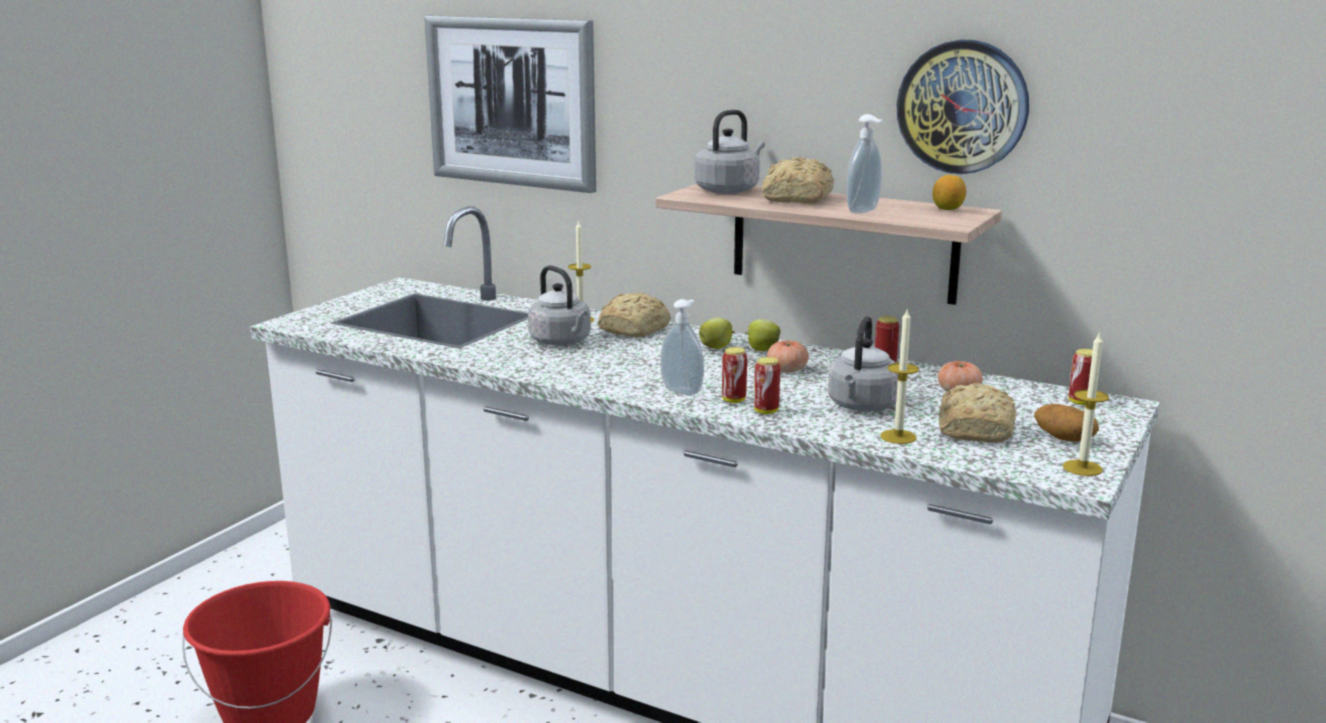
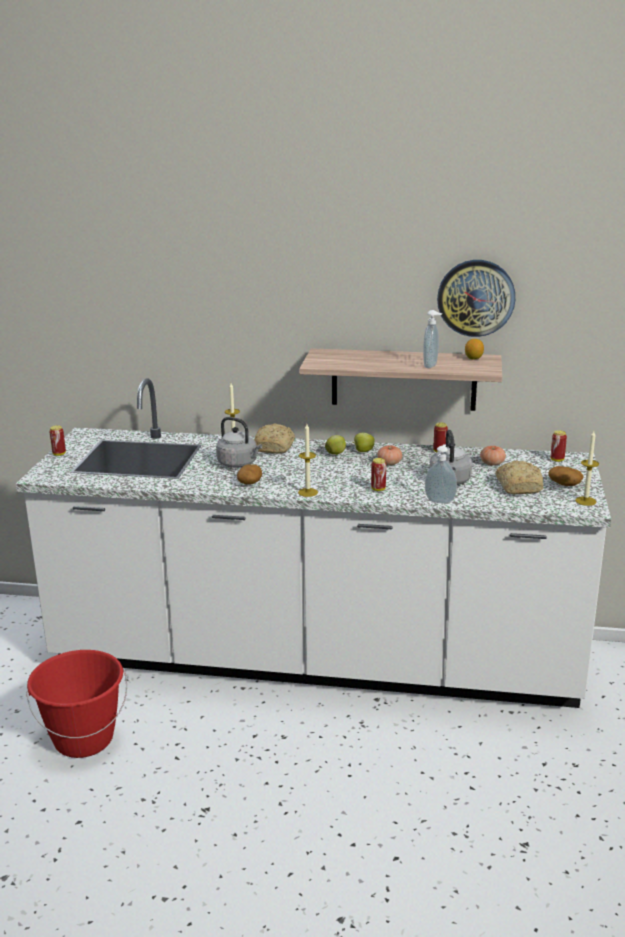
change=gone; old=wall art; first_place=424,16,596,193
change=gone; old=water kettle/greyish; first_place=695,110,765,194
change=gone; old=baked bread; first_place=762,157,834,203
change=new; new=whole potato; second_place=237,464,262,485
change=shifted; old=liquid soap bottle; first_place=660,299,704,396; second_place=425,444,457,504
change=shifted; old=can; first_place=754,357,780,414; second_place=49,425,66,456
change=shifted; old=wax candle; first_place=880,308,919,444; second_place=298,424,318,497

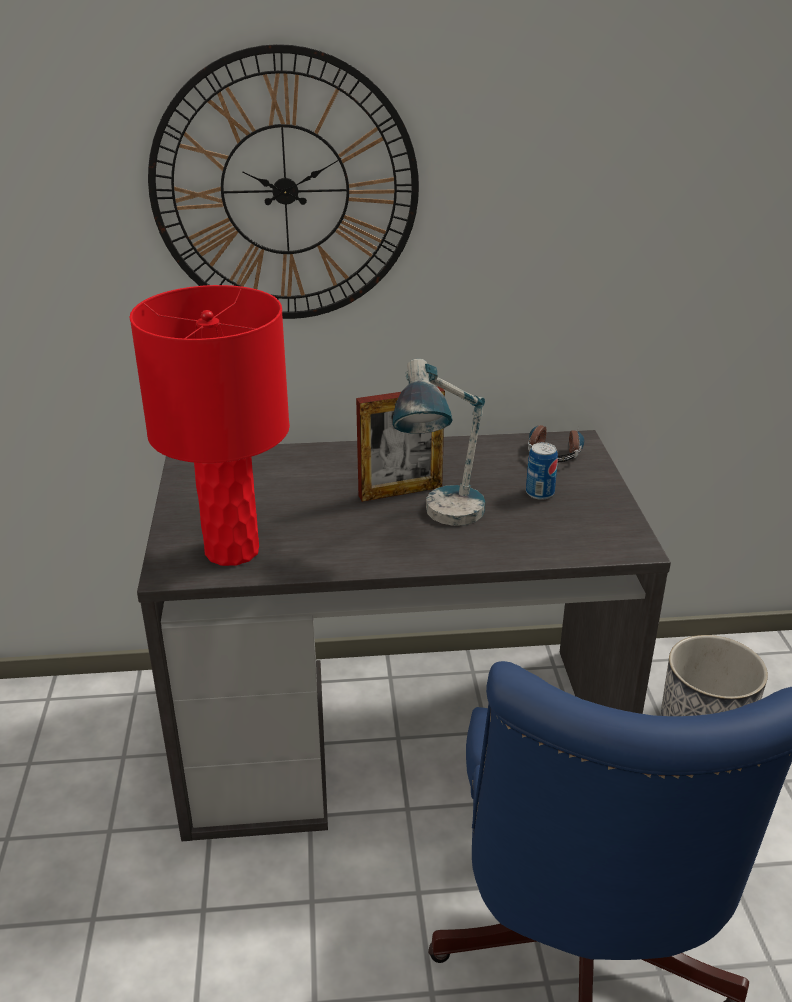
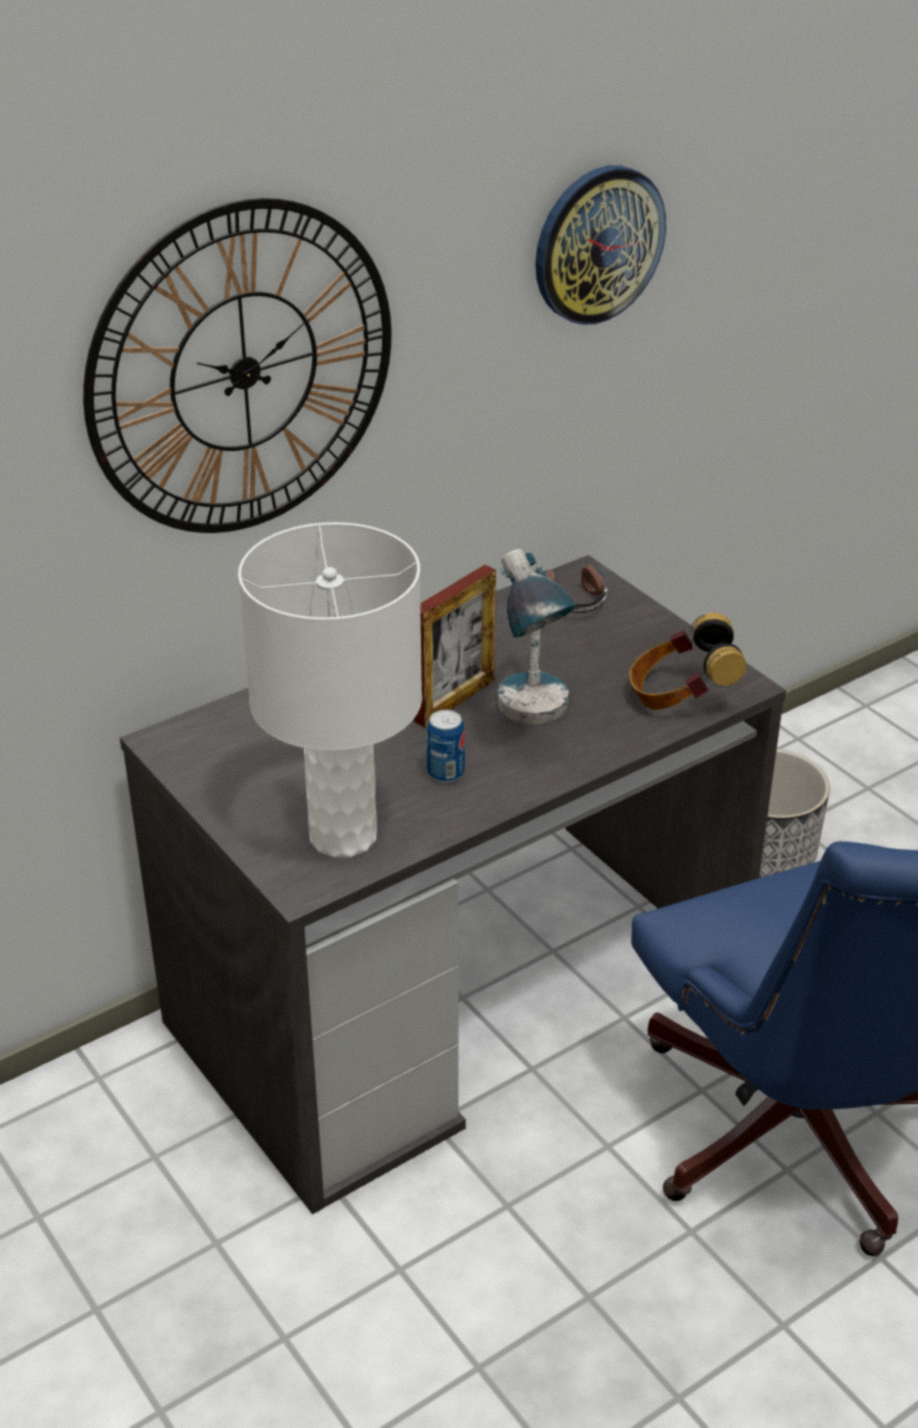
change=new; new=clock on the wall; second_place=535,165,666,325
change=new; new=headset; second_place=629,613,746,710
change=shifted; old=can; first_place=526,442,558,500; second_place=427,710,465,783
change=repainted; old=lamp for a table/red; new=lamp for a table/white; first_place=130,285,290,566; second_place=238,522,422,858

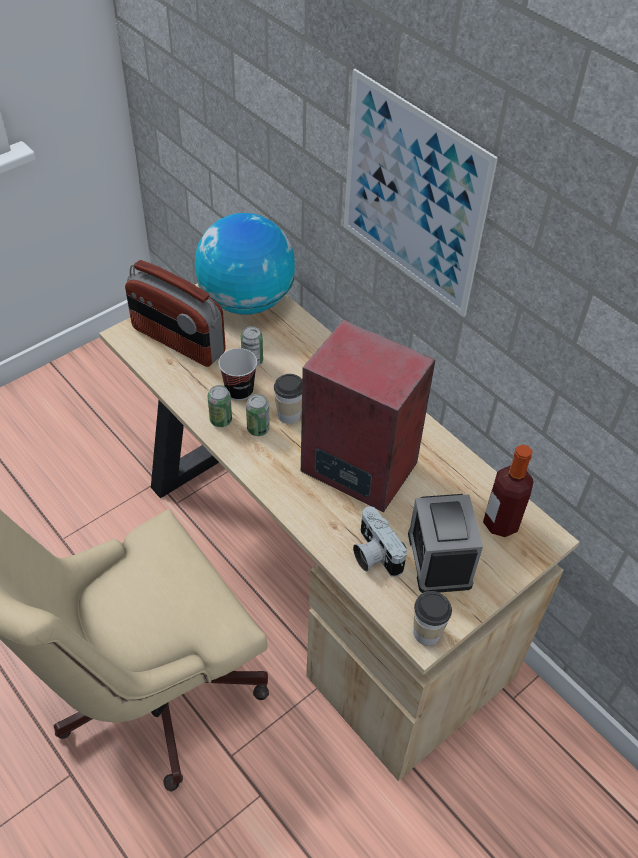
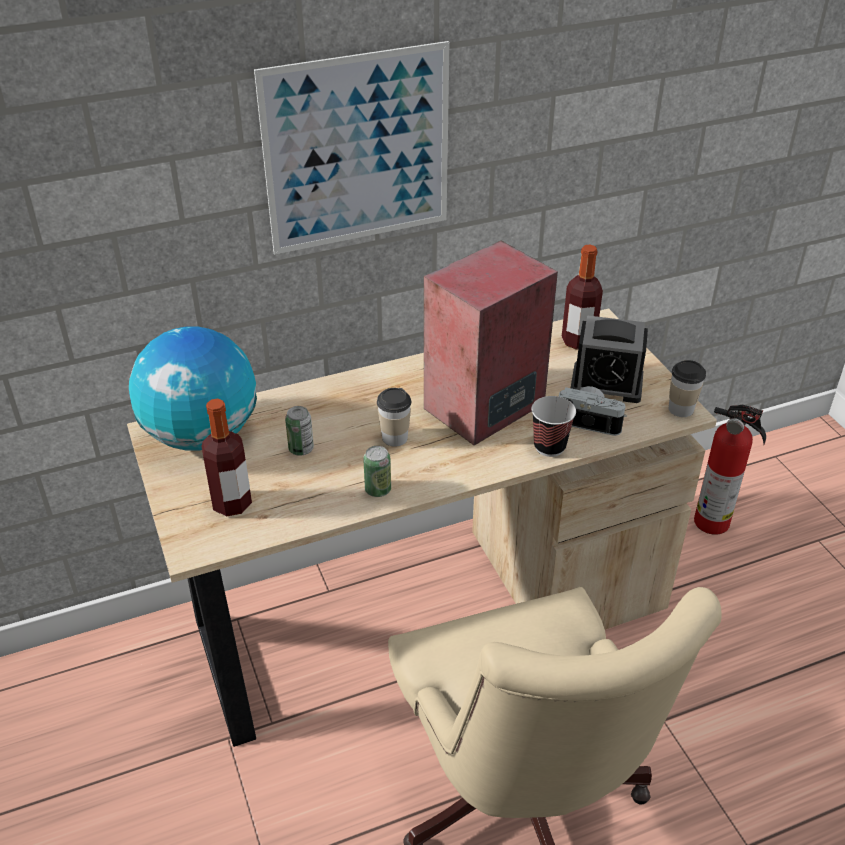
change=gone; old=can; first_place=246,394,270,436
change=new; new=extinguisher; second_place=694,405,766,535
change=shifted; old=cup; first_place=218,348,257,401; second_place=531,396,576,457
change=swapped; old=radio; new=bottle; first_place=125,260,226,367; second_place=202,399,252,516
change=rotated; old=photo camera; first_place=353,506,407,577; second_place=559,386,627,436; degrees=-150

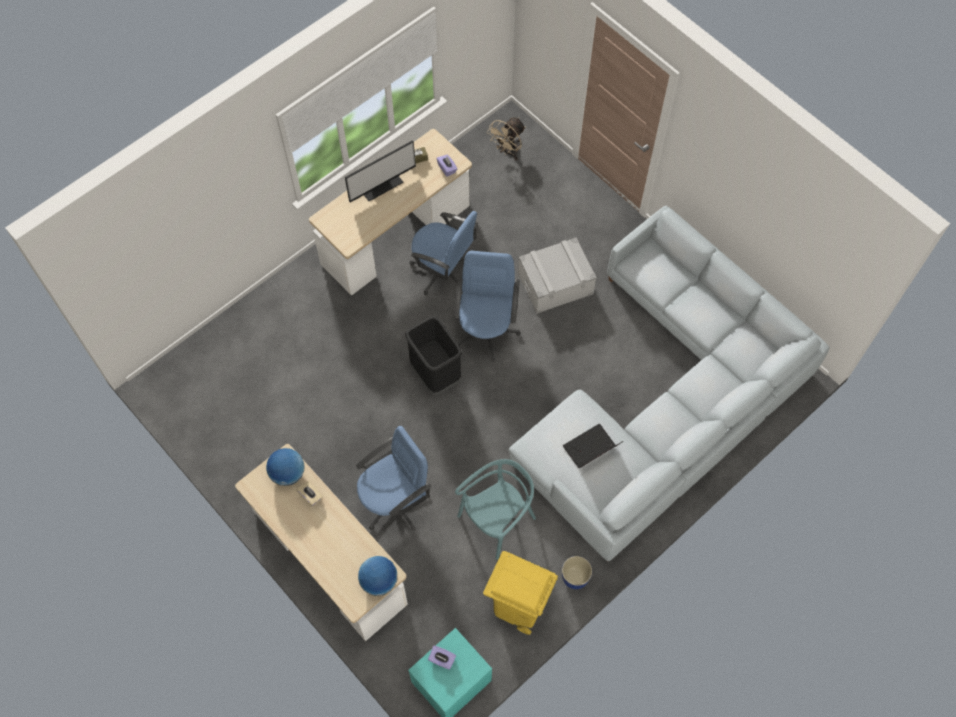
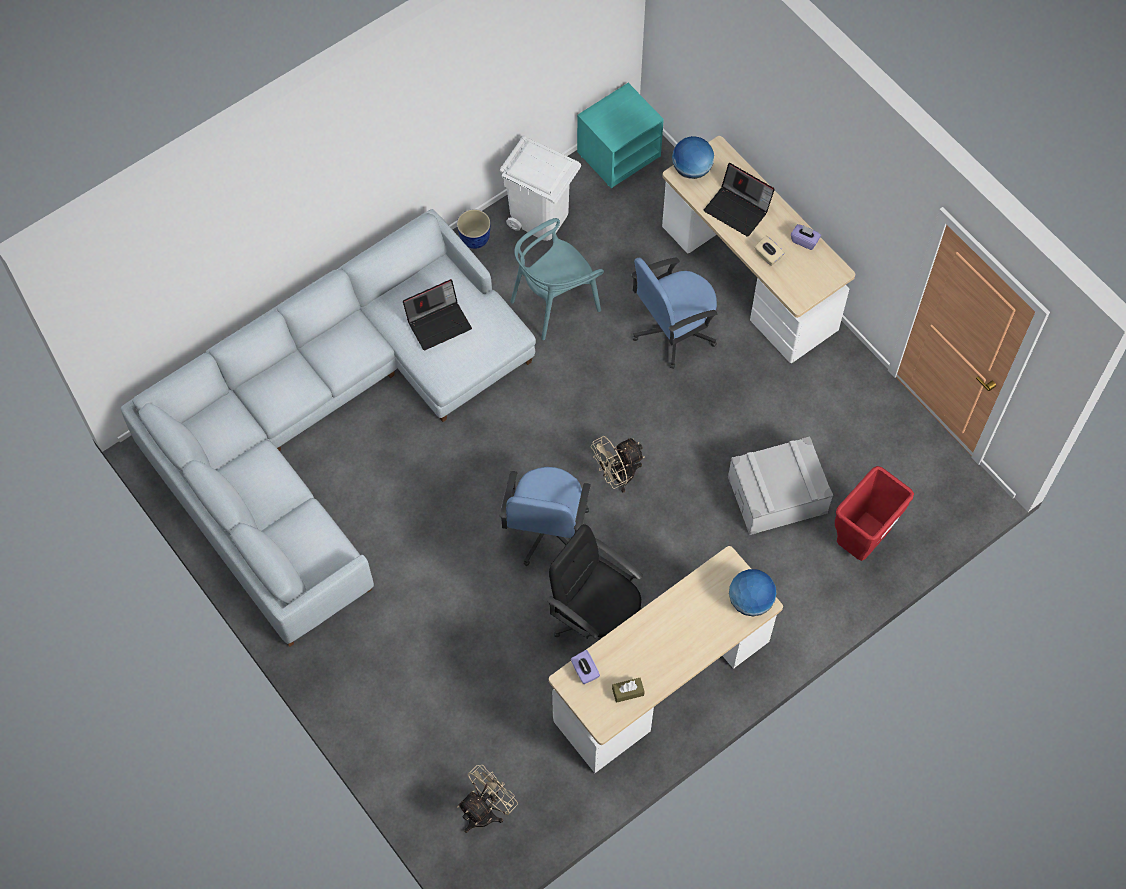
change=gone; old=computer screen; first_place=345,140,416,202
change=new; new=laptop; second_place=703,163,775,237
change=new; new=rubbish bin/red; second_place=835,466,914,561
change=shifted; old=globe; first_place=266,448,305,486; second_place=729,569,776,616
change=shifted; old=tissue box/purple-coloured; first_place=428,645,456,670; second_place=791,224,821,250
change=shifted; old=storage bin/greyish; first_place=518,238,597,314; second_place=728,437,833,535
change=swapped; old=rubbish bin/blackish; new=fan/sand-coloured; first_place=405,316,462,395; second_place=590,436,645,493
change=repainted; old=computer chair/blue-coloured; new=computer chair/blackish; first_place=410,211,479,295; second_place=547,524,643,641
change=repainted; old=rubbish bin/yellow; new=rubbish bin/white; first_place=483,551,558,635; second_place=500,136,581,241

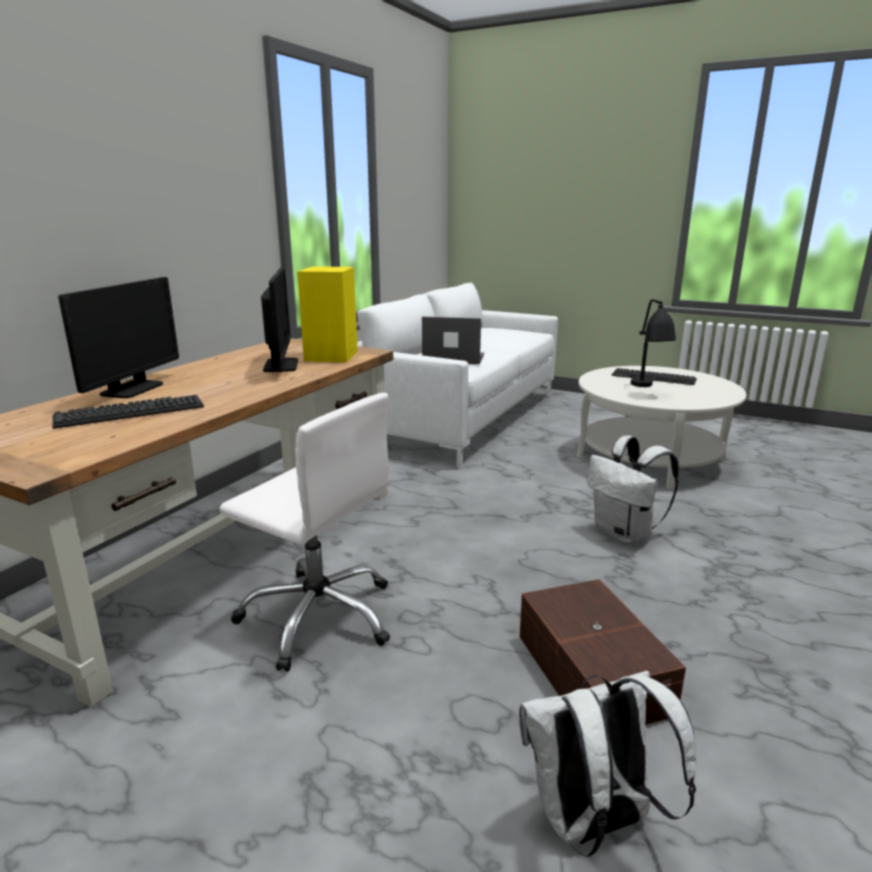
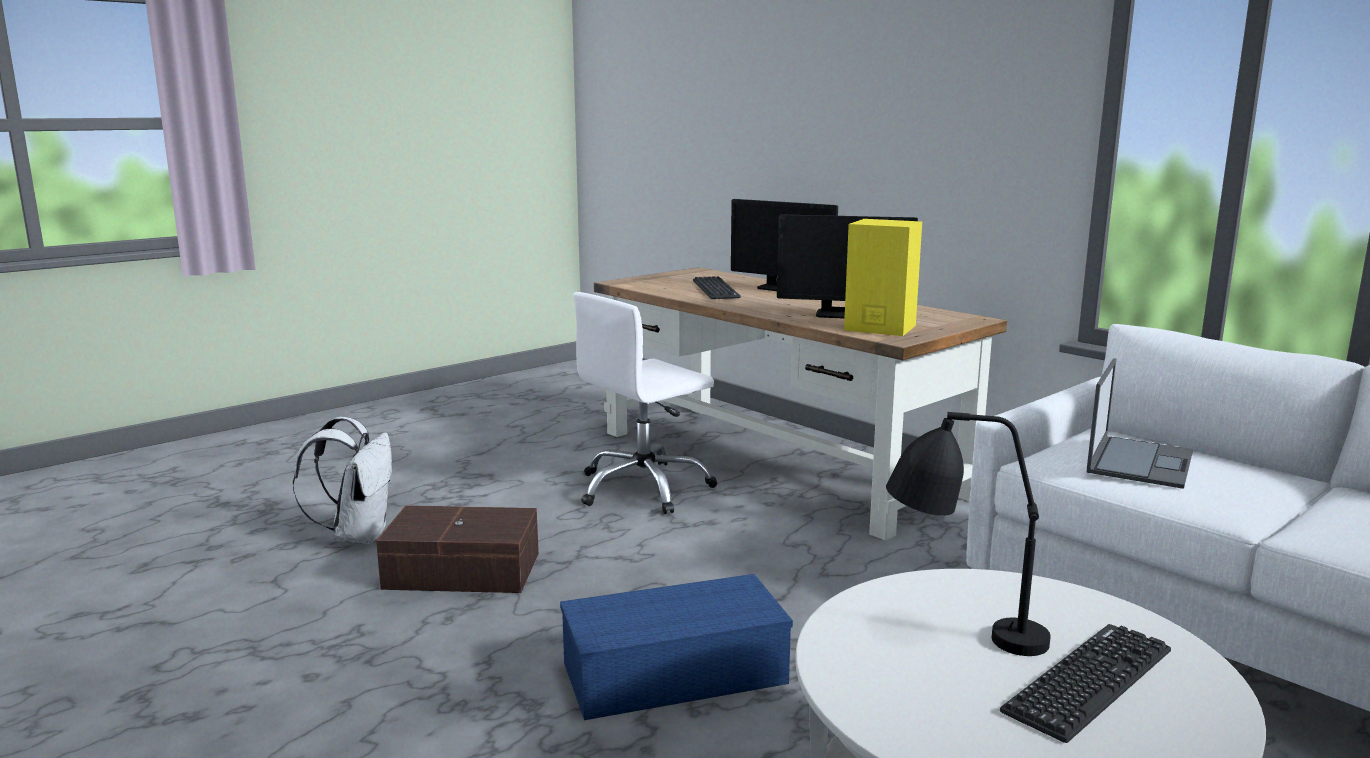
change=swapped; old=backpack/white; new=storage bin/blue-coloured; first_place=586,436,679,544; second_place=560,574,793,720

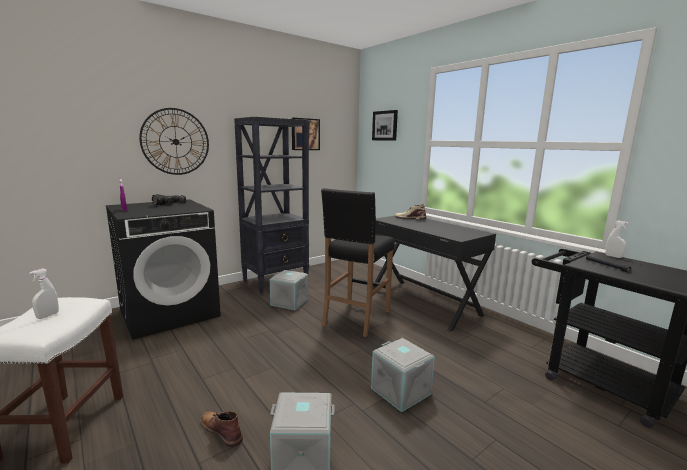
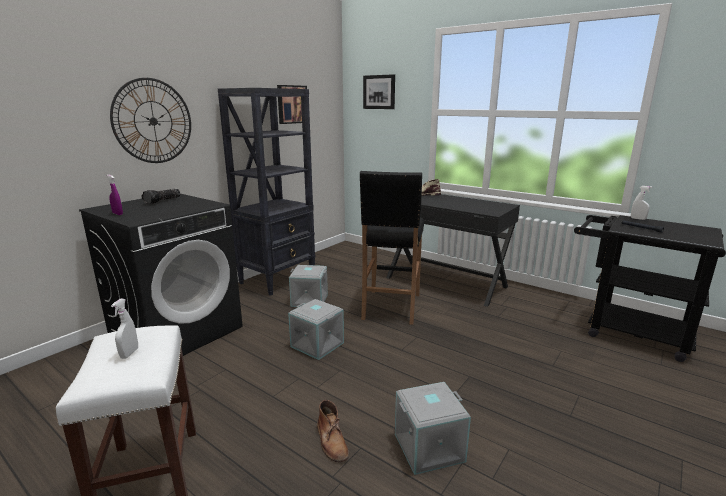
change=shifted; old=storage bin/greyish; first_place=371,338,435,412; second_place=288,299,344,360
change=rotated; old=boot/brownish; first_place=201,411,243,447; second_place=317,400,349,462; degrees=-135

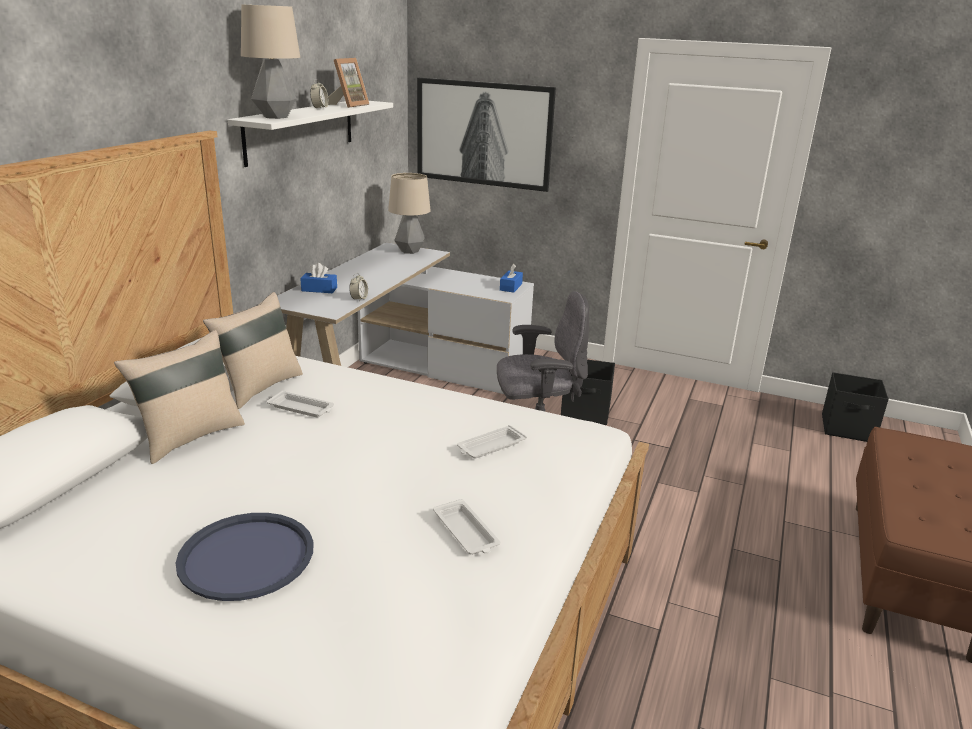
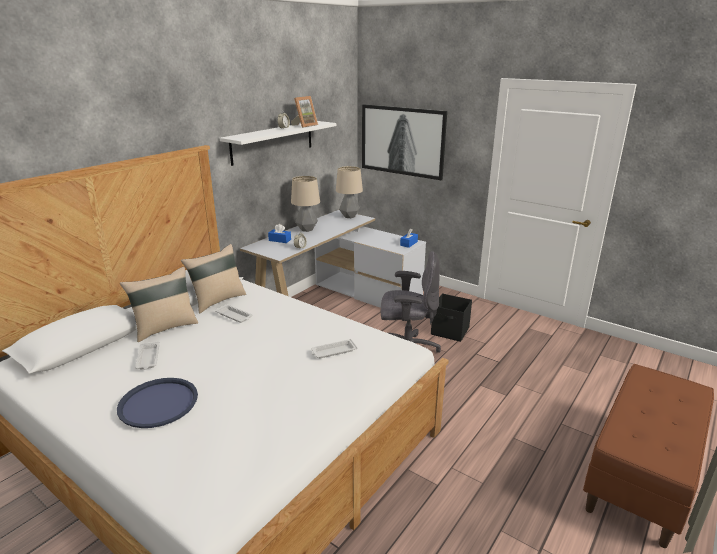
change=gone; old=storage bin/blackish; first_place=822,372,889,442
change=shifted; old=lamp for a table; first_place=241,5,300,119; second_place=291,176,320,232
change=shifted; old=tray/white; first_place=433,499,500,554; second_place=135,342,160,369

